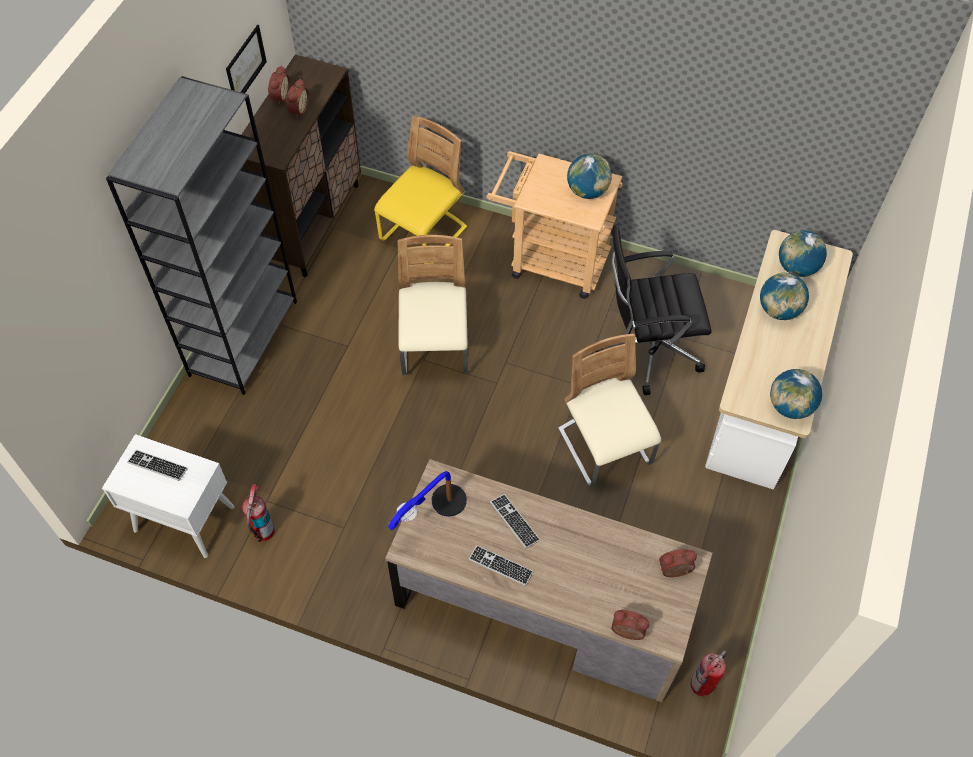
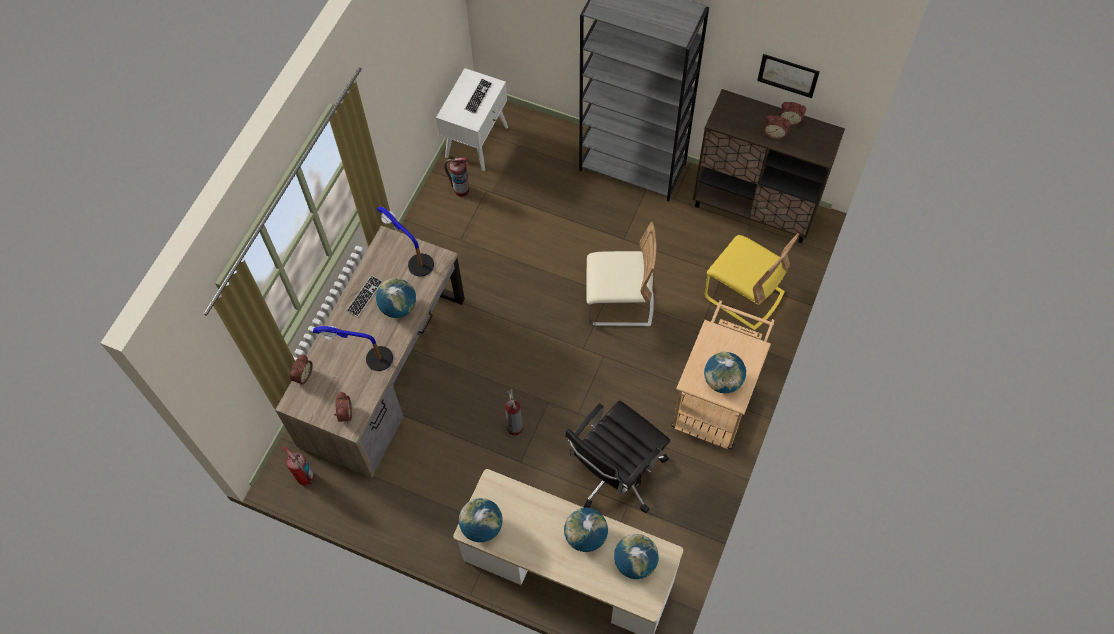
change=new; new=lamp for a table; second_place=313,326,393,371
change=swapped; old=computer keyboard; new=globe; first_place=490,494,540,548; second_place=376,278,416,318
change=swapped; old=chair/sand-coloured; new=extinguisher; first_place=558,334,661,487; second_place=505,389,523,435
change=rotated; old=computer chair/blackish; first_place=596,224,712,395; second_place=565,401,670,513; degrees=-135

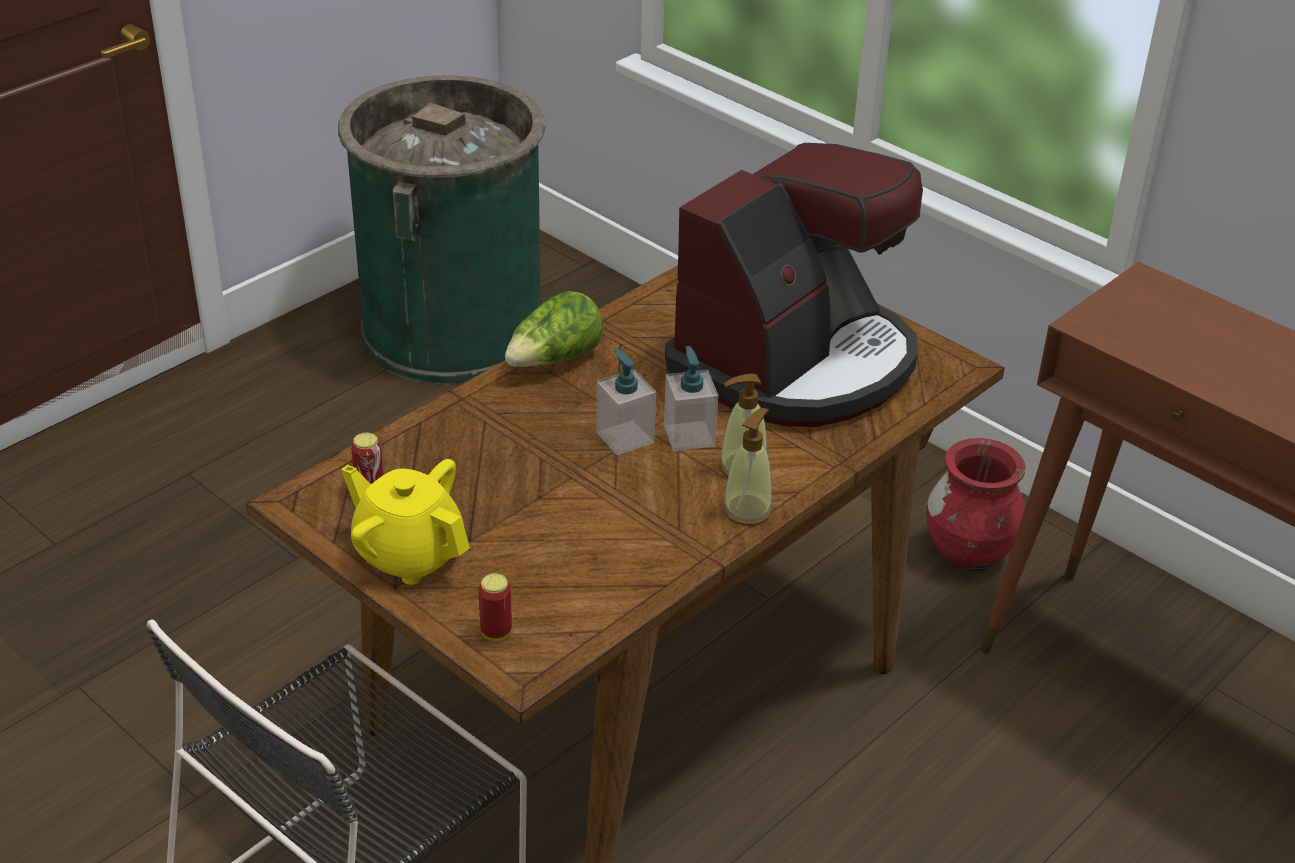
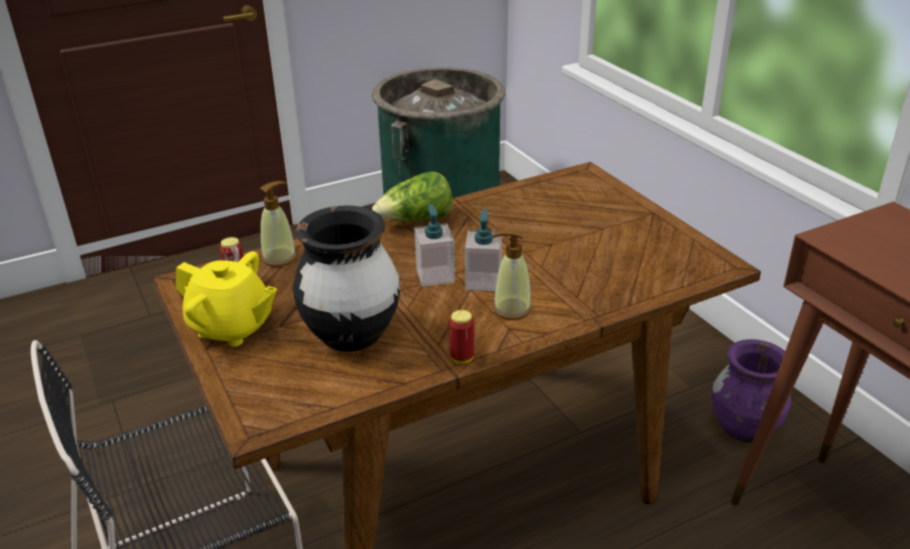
change=gone; old=coffee brewer; first_place=665,143,923,427
change=new; new=decorative vase/blackish; second_place=293,206,400,352
change=shifted; old=can; first_place=478,573,512,641; second_place=449,310,474,364
change=shifted; old=liquid soap bottle; first_place=723,408,772,526; second_place=260,181,297,267
change=repainted; old=decorative vase/red; new=decorative vase/purple-coloured; first_place=926,438,1026,572; second_place=712,339,791,442
change=rotated; old=tea pot/yellow; first_place=341,459,470,585; second_place=176,251,277,347; degrees=150

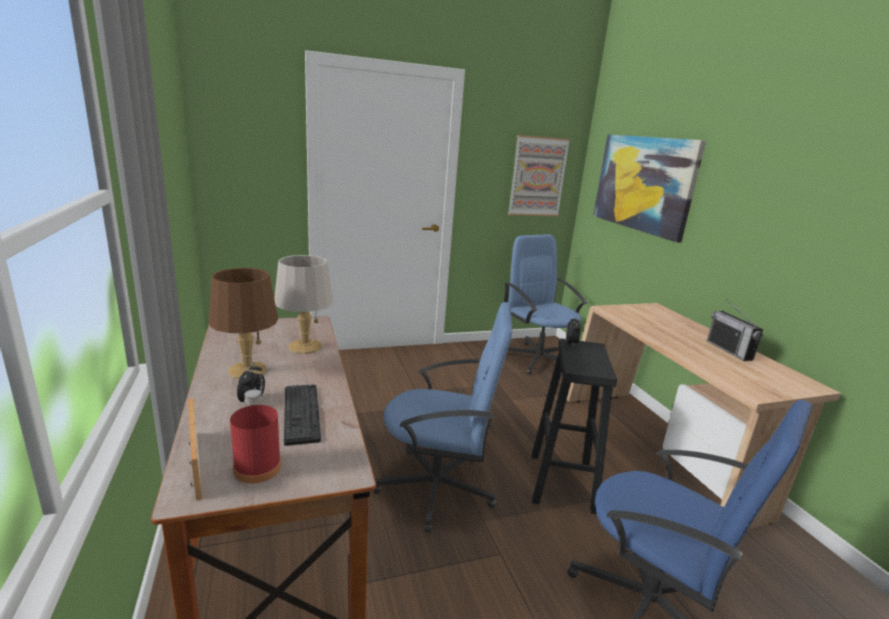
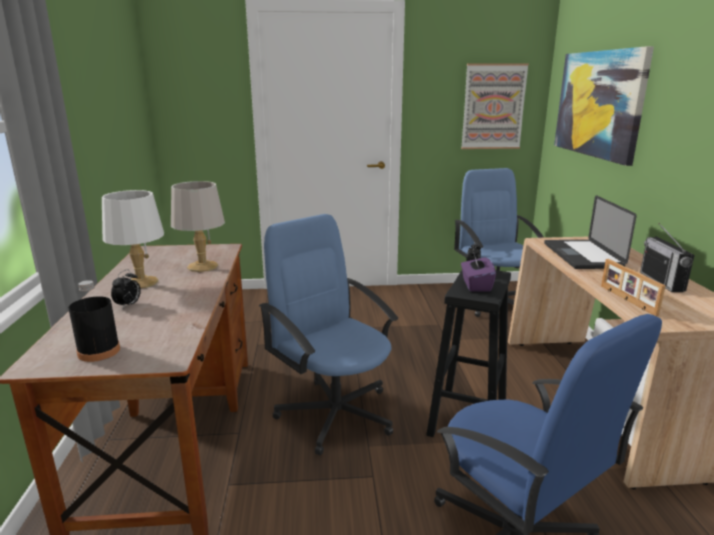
change=gone; old=computer keyboard; first_place=284,384,321,446
change=new; new=tissue box/purple-coloured; second_place=461,255,496,292
change=new; new=laptop; second_place=544,195,637,269
change=shifted; old=standing frame; first_place=188,398,202,500; second_place=601,259,665,316
change=repainted; old=lamp for a table/brownish; new=lamp for a table/white; first_place=209,268,278,379; second_place=102,190,164,289
change=repainted; old=bottle/red; new=bottle/blackish; first_place=230,390,281,483; second_place=68,280,120,362
change=rotated; old=computer chair/blue-coloured; first_place=373,302,512,533; second_place=259,214,398,455; degrees=-150

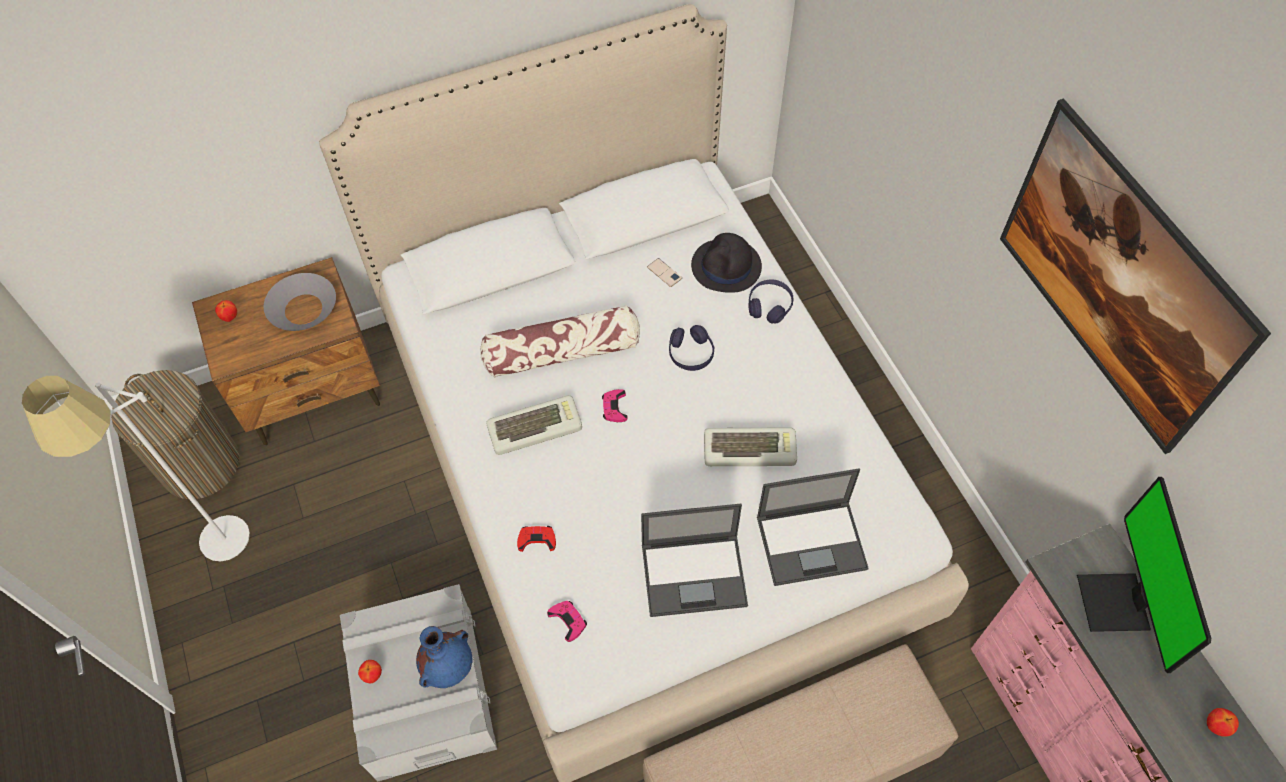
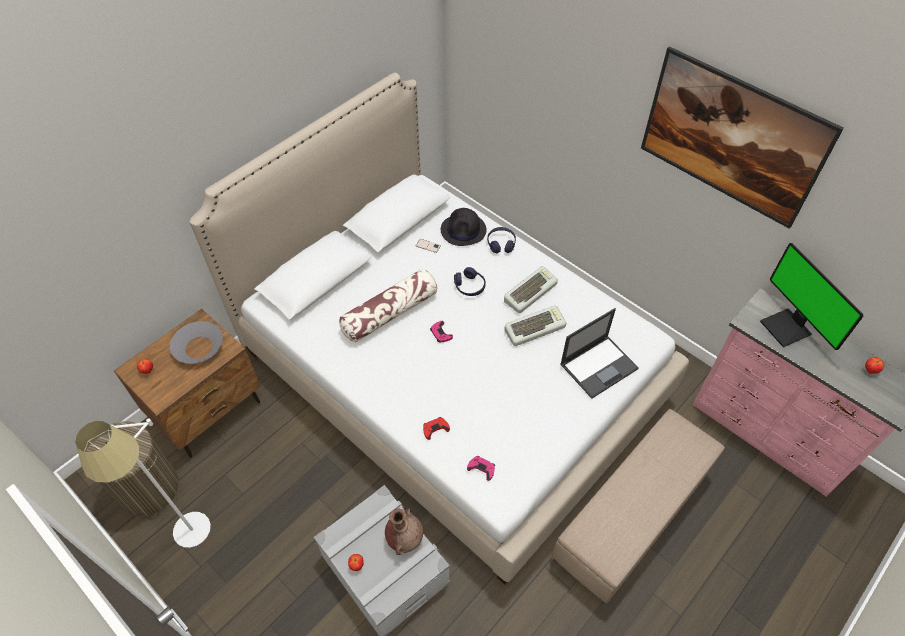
change=gone; old=laptop; first_place=641,504,748,617
change=shifted; old=computer keyboard; first_place=486,395,582,455; second_place=504,266,558,313
change=repainted; old=decorative vase/blue-coloured; new=decorative vase/brownish; first_place=416,626,473,688; second_place=385,508,423,555

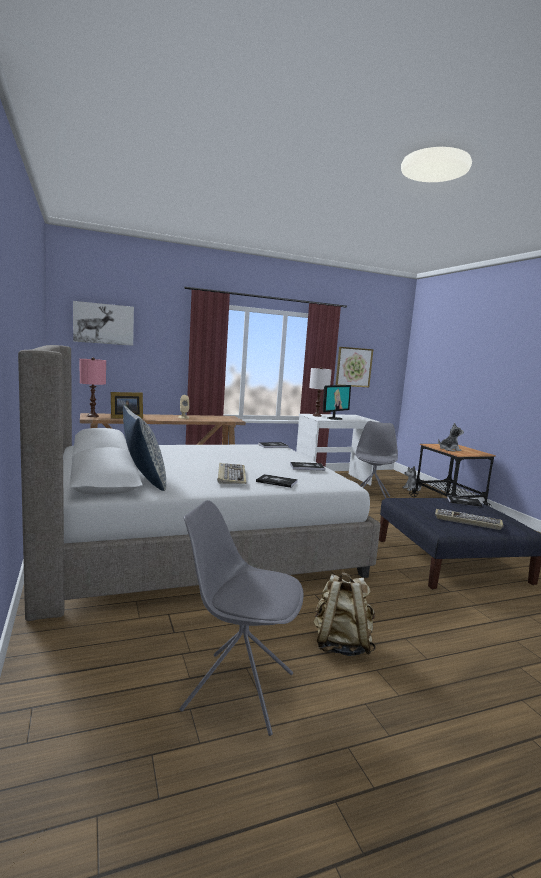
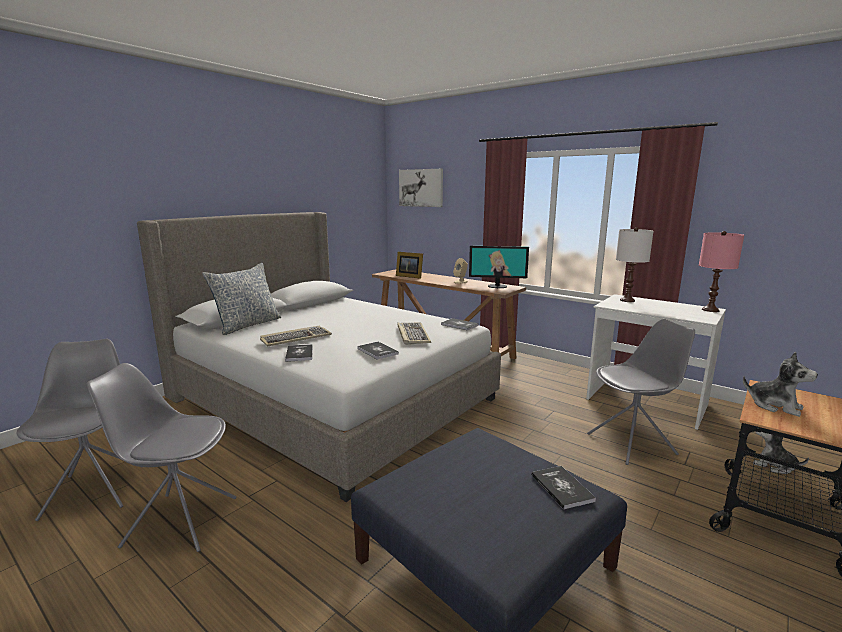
change=gone; old=wall art; first_place=336,347,373,387
change=shifted; old=lamp for a table/pink-coloured; first_place=80,357,106,417; second_place=699,231,744,312
change=shifted; old=computer screen; first_place=323,385,351,420; second_place=469,246,529,288
change=shifted; old=computer keyboard; first_place=435,509,504,530; second_place=397,323,431,345
change=swapped; old=backpack/sand-coloured; new=chair/greyish; first_place=313,572,376,656; second_place=87,363,237,552

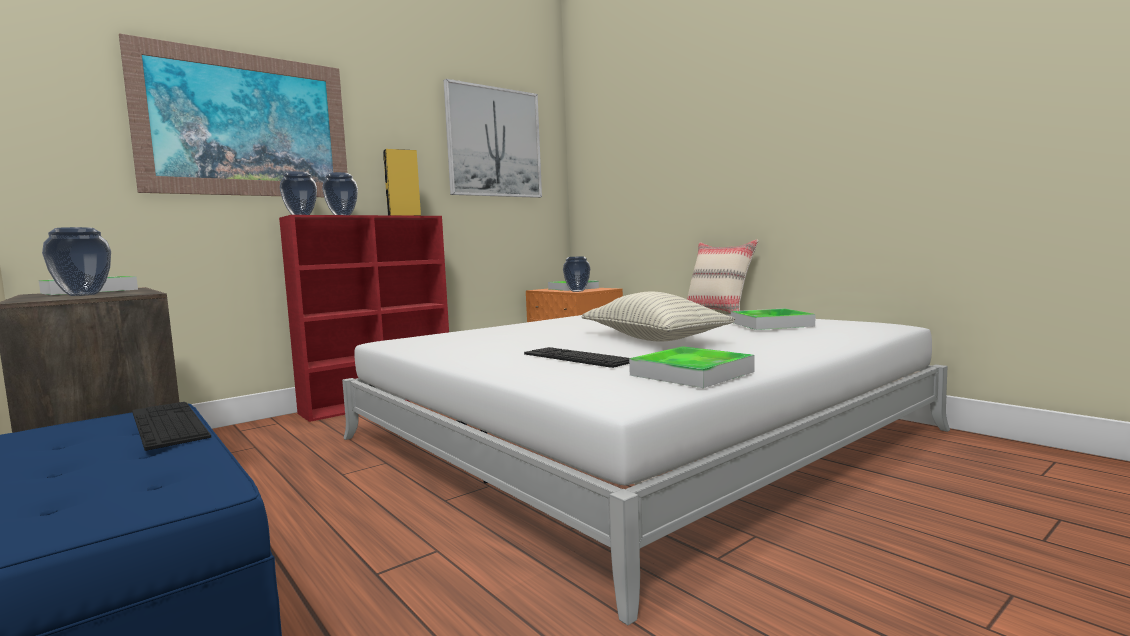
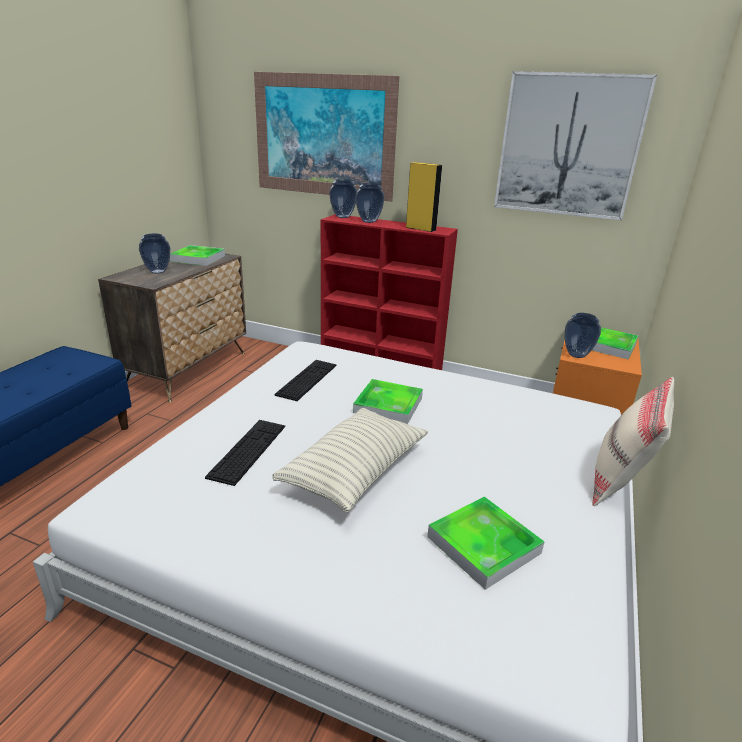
change=shifted; old=computer keyboard; first_place=132,402,211,451; second_place=275,360,337,401
change=shifted; old=tray; first_place=629,346,755,388; second_place=353,379,423,424

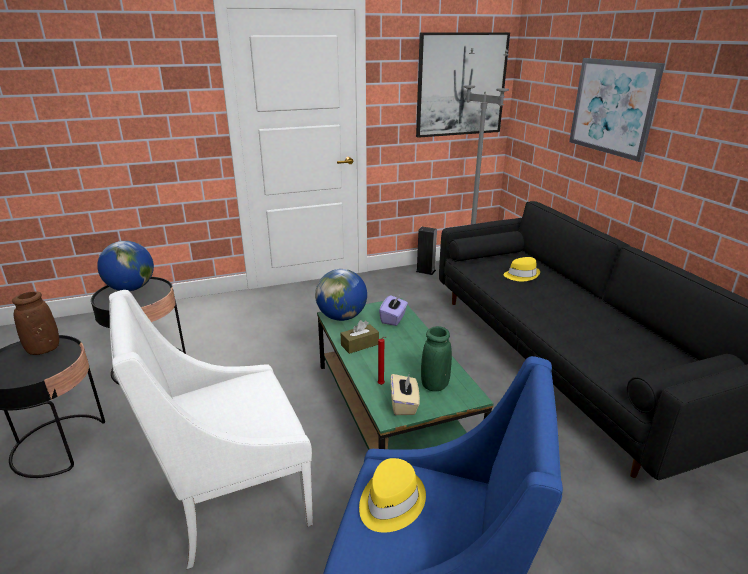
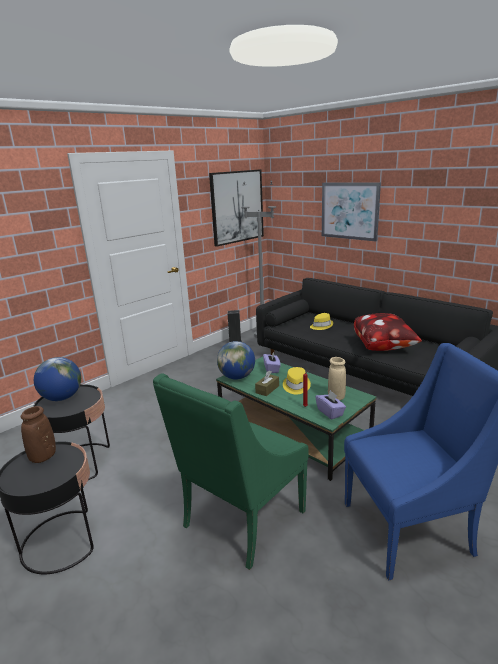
change=new; new=cushion; second_place=354,313,422,351
change=shifted; old=hat/yellow; first_place=359,458,426,532; second_place=283,367,311,394
change=repainted; old=armchair/white; new=armchair/green; first_place=109,290,313,569; second_place=153,373,309,570
change=repainted; old=tissue box/sand-coloured; new=tissue box/purple-coloured; first_place=390,373,420,415; second_place=315,390,346,419
change=repainted; old=decorative vase/green; new=decorative vase/sand-coloured; first_place=421,326,452,391; second_place=328,357,346,400

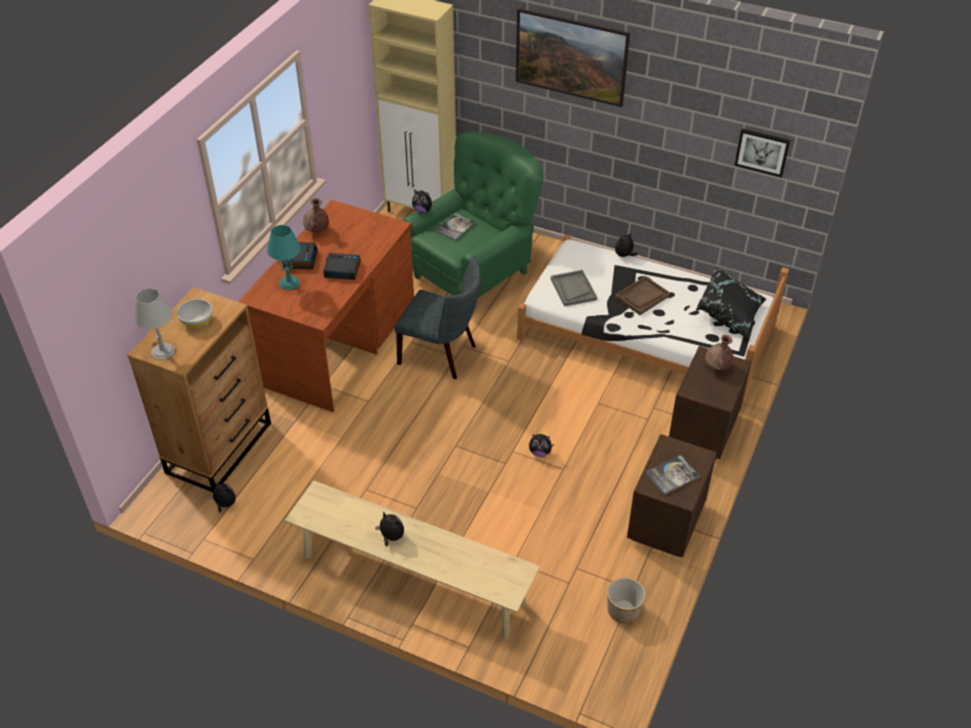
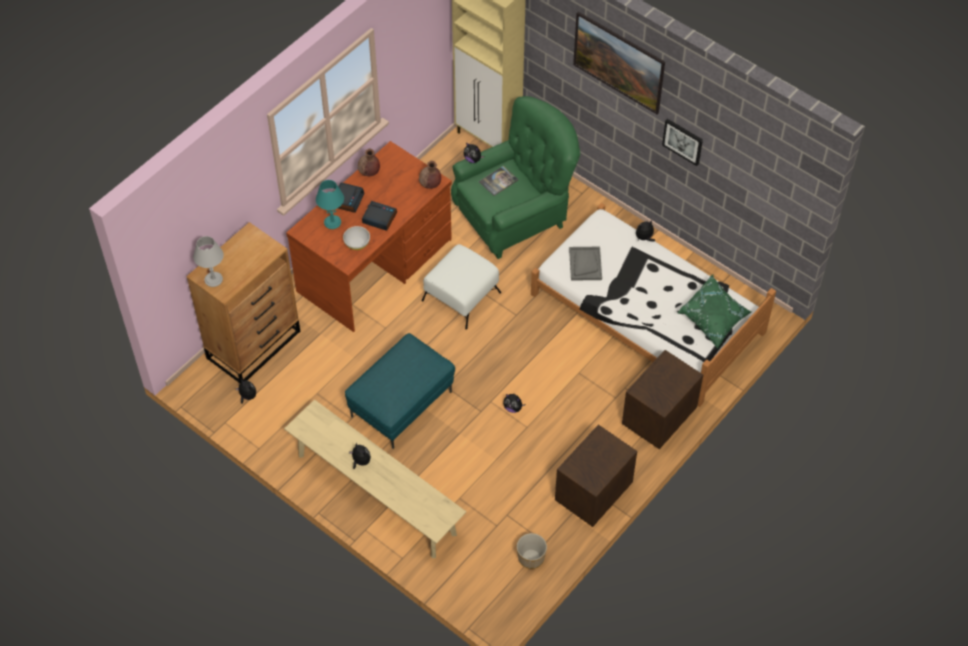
change=gone; old=tray/brownish; first_place=615,276,670,315
change=gone; old=book; first_place=646,455,700,495
change=new; new=ottoman/blue-green; second_place=345,333,455,449
change=shifted; old=bowl/white; first_place=177,299,212,328; second_place=343,226,370,250
change=shifted; old=decorative vase/brownish; first_place=705,335,733,370; second_place=419,161,441,189
change=shifted; old=wall art; first_place=734,128,790,178; second_place=662,119,703,166
change=swapped; old=chair/greyish; new=ottoman/white; first_place=394,255,481,379; second_place=422,244,501,330
change=repainted; old=cushion/blackish; new=cushion/green; first_place=696,267,766,339; second_place=677,274,751,349

